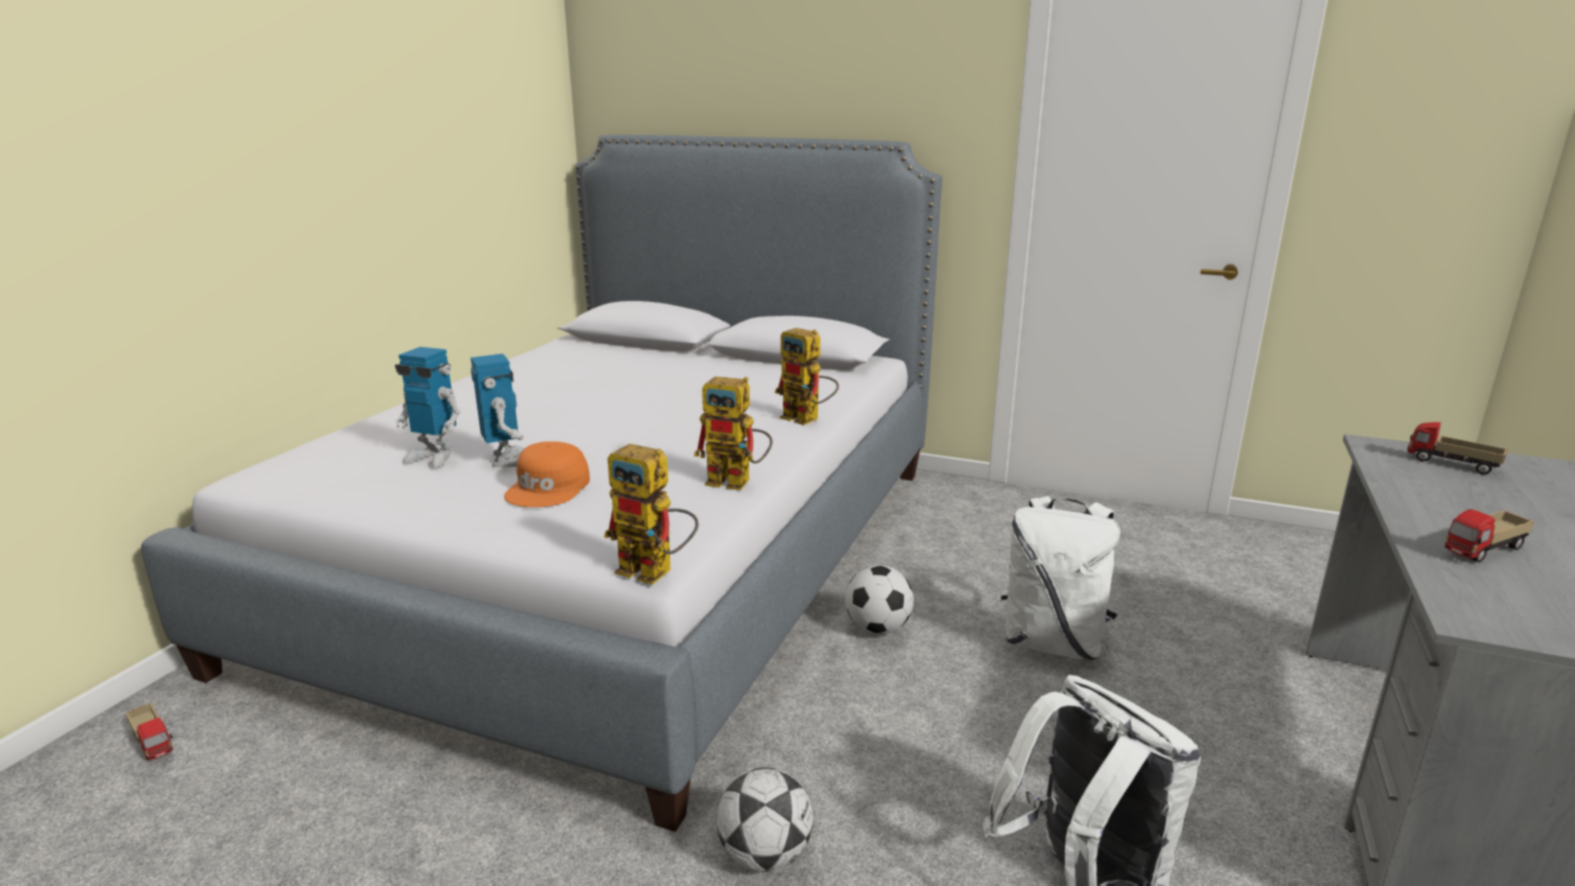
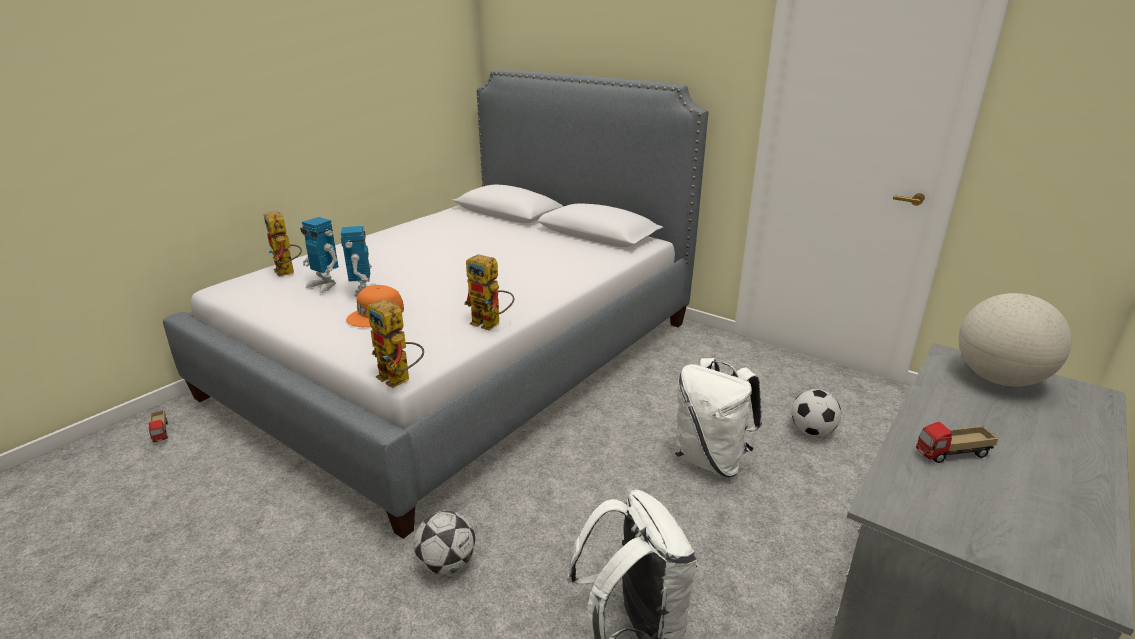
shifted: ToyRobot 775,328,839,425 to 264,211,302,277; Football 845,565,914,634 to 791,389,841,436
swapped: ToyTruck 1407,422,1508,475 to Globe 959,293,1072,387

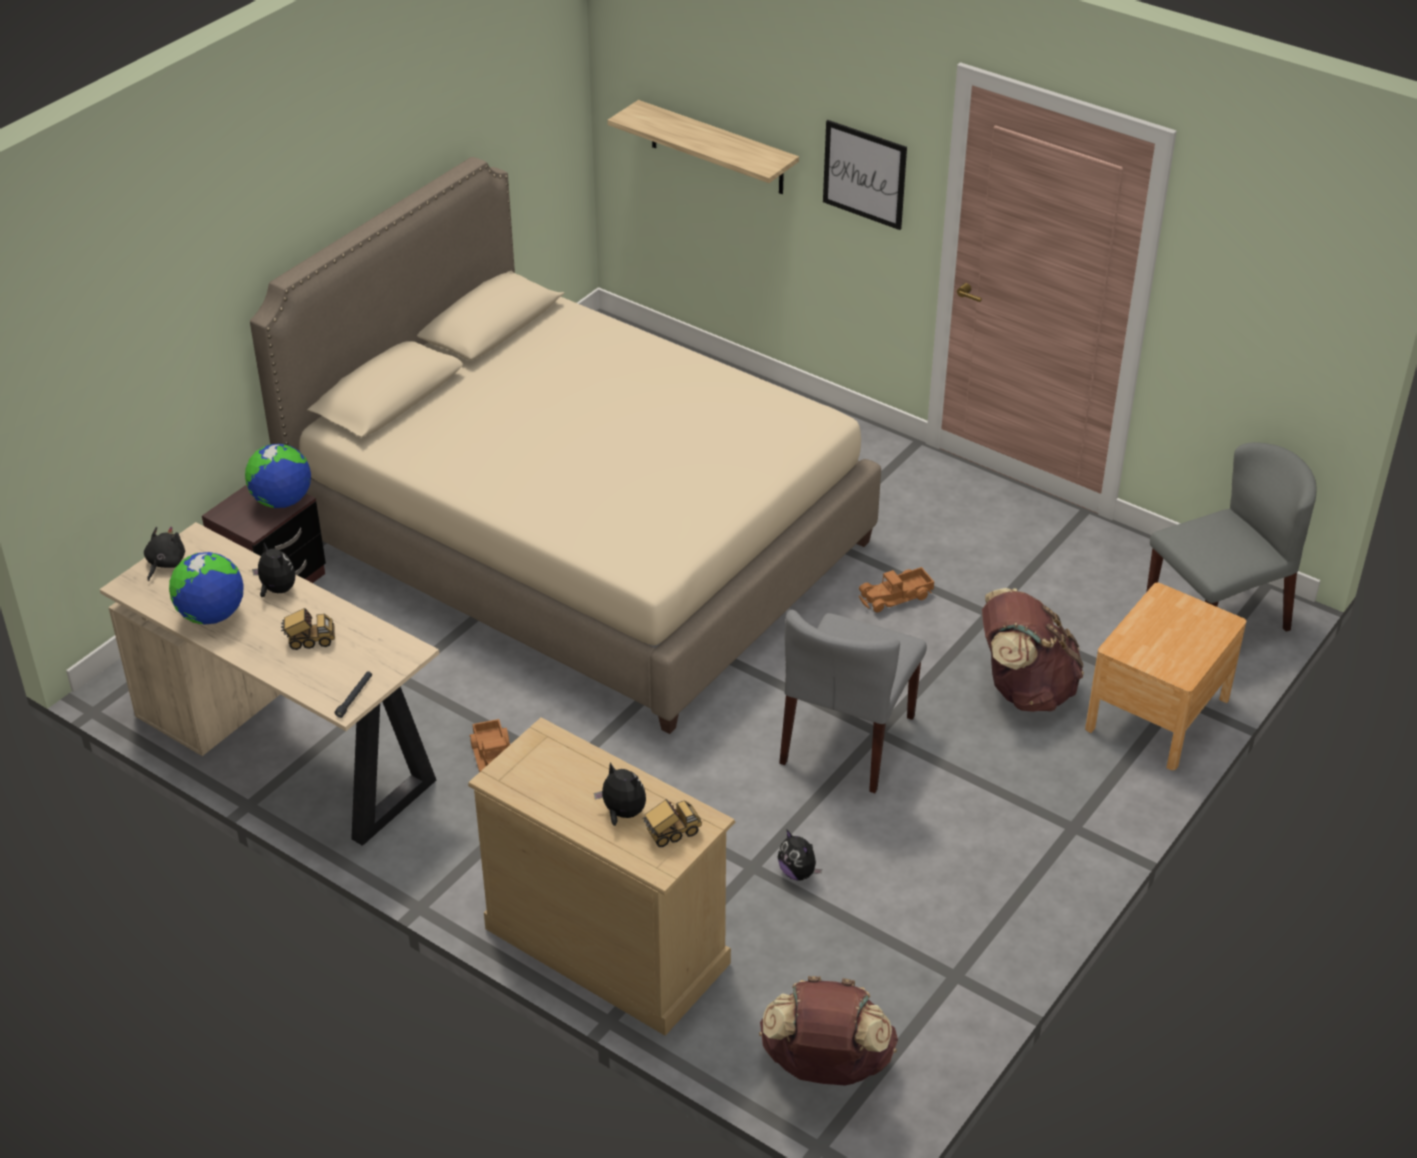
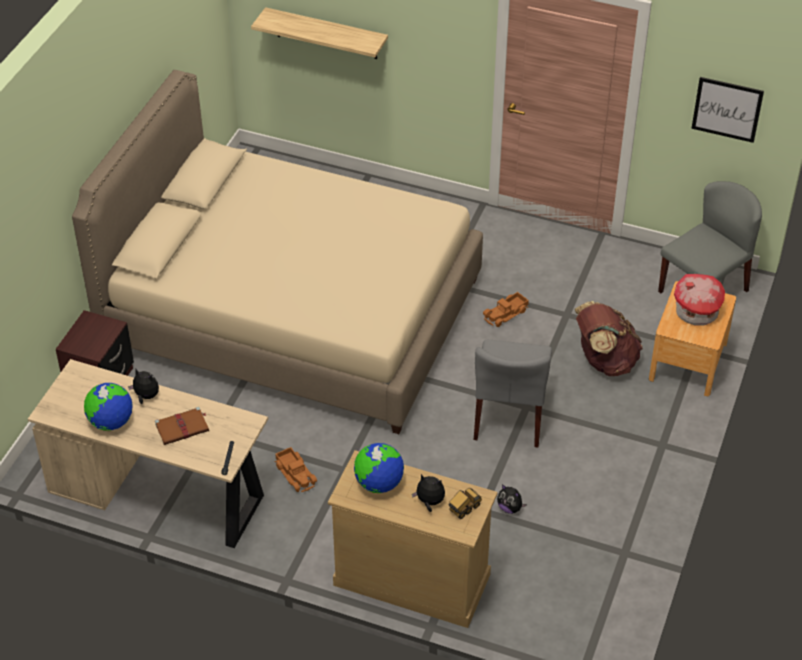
gone: BlackPlushToy 144,526,185,581; BrownBackpack 759,976,898,1086
new: ToyHouse 674,274,725,326
shifted: Globe 245,444,311,508 to 354,443,404,493; Picture 823,120,907,230 to 691,77,764,143
swapped: ToyTruck 281,608,335,650 to BrownBook 155,407,209,445

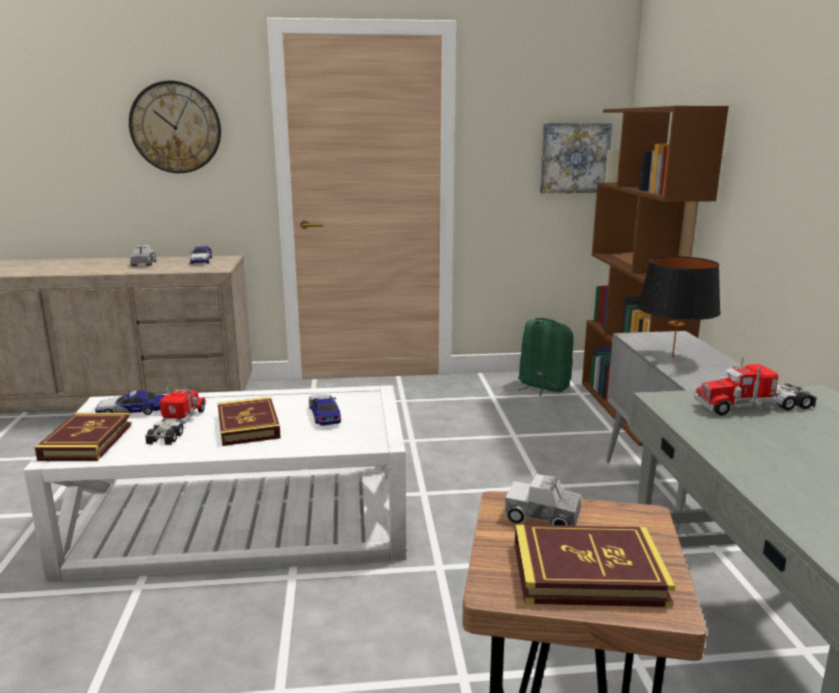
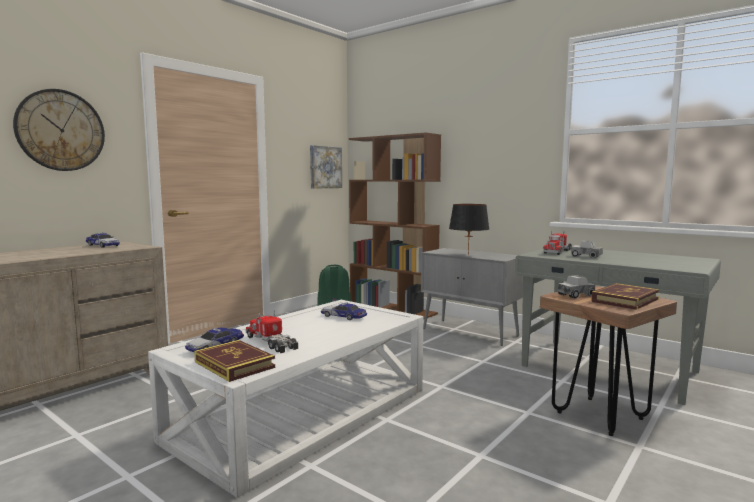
gone: Book 218,397,281,446
shifted: ToyTruck 130,245,156,266 to 571,240,603,258

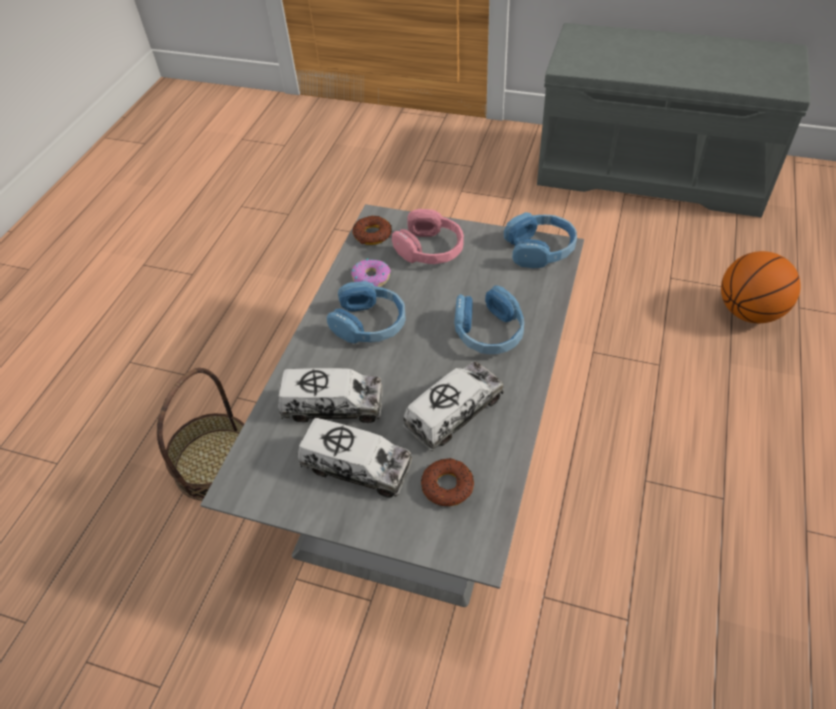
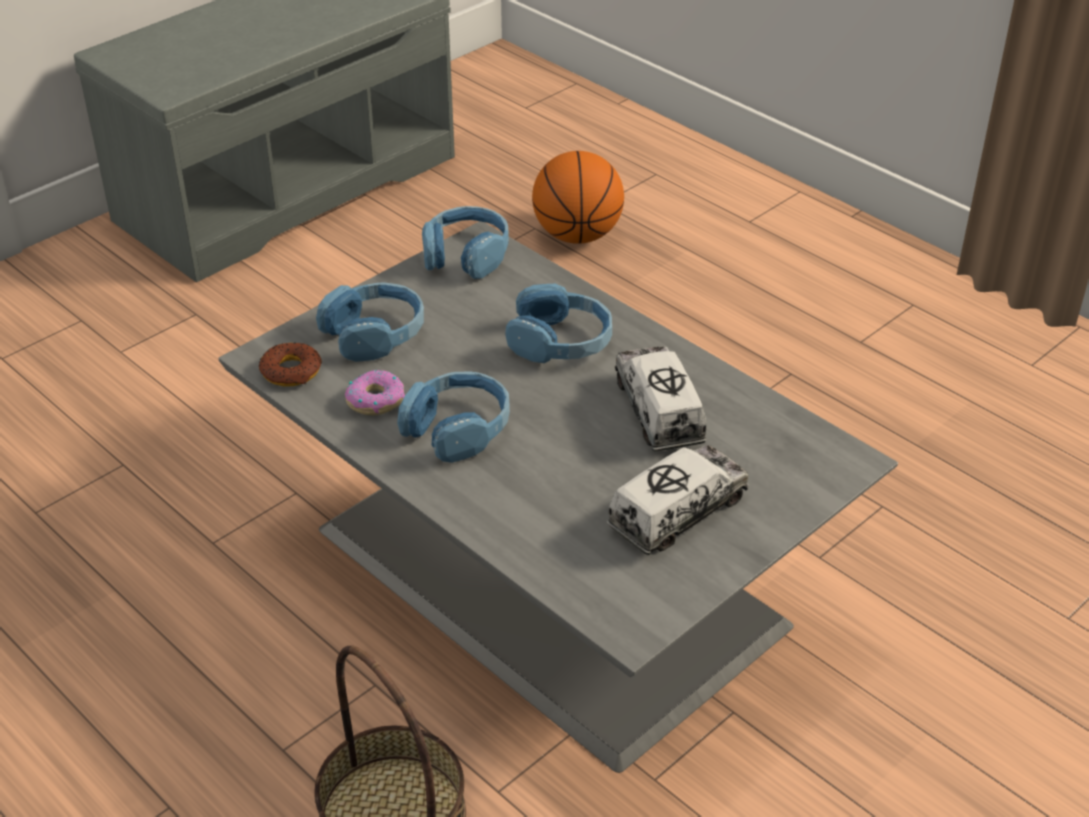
gone: ToyTruck 278,368,383,423; Donut 421,458,474,506
repainted: PinkHeadphones 392,209,464,264 to BlueHeadphones 316,282,424,362

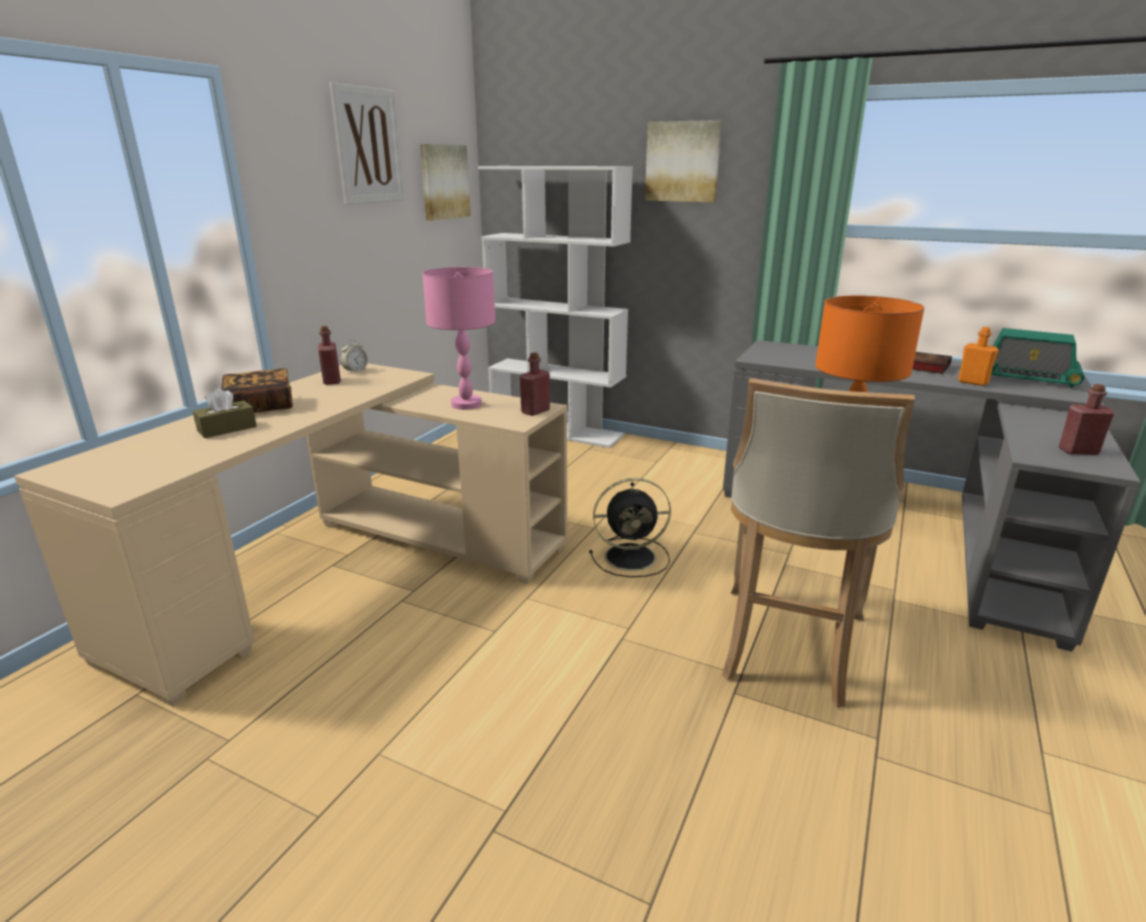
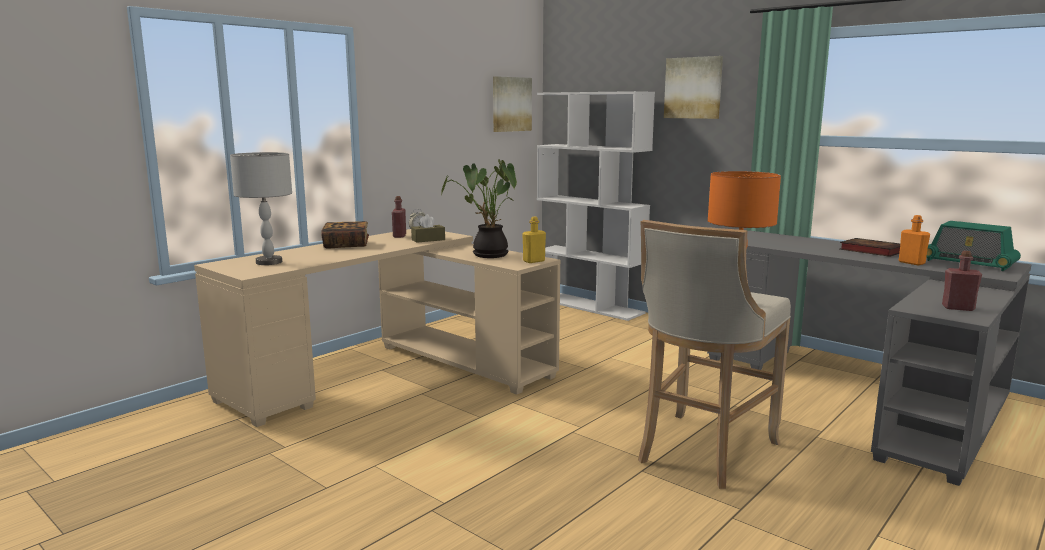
gone: Picture 329,82,404,205; BlackFan 589,478,671,577
new: GreyTableLamp 230,152,292,265
shifted: BrownTissueBox 193,388,257,438 to 411,214,445,243
swapped: PinkTableLamp 422,267,496,410 to PottedPlant 441,159,517,258
repainted: RedBottle 520,352,550,416 to YellowBottle 522,217,546,263

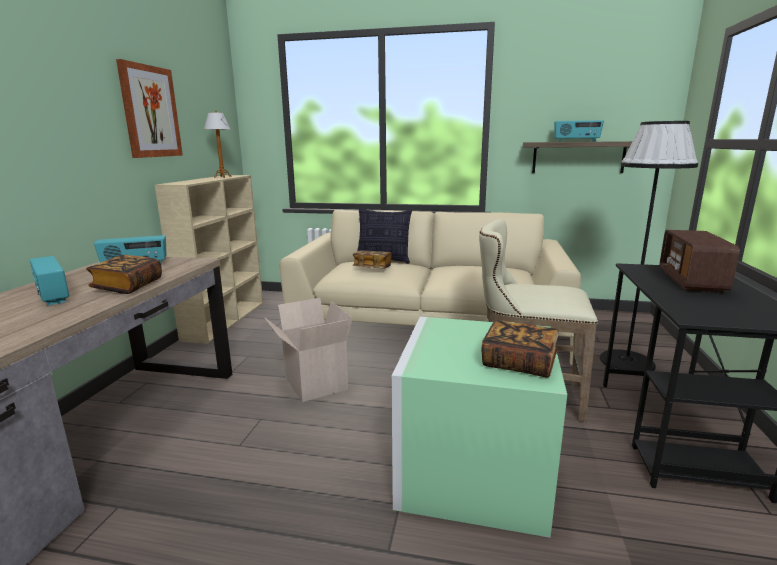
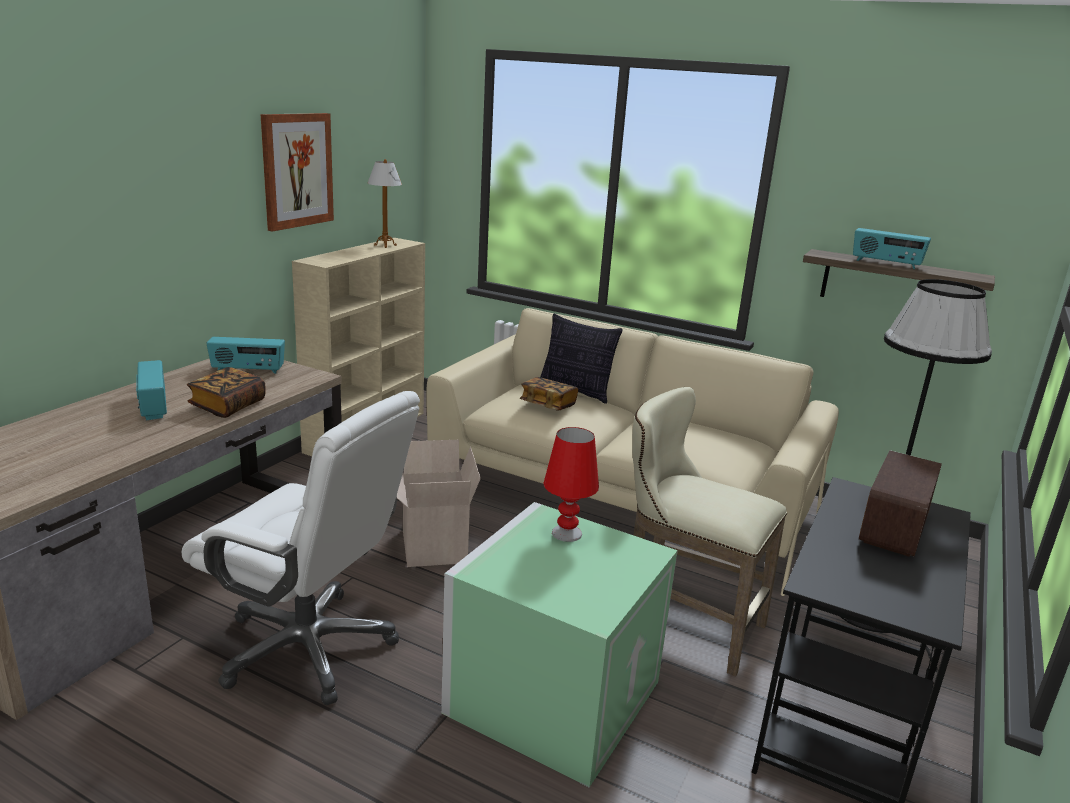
gone: Book 481,320,559,377
new: WhiteOfficeChair 181,391,420,705; RedTableLamp 543,427,599,542

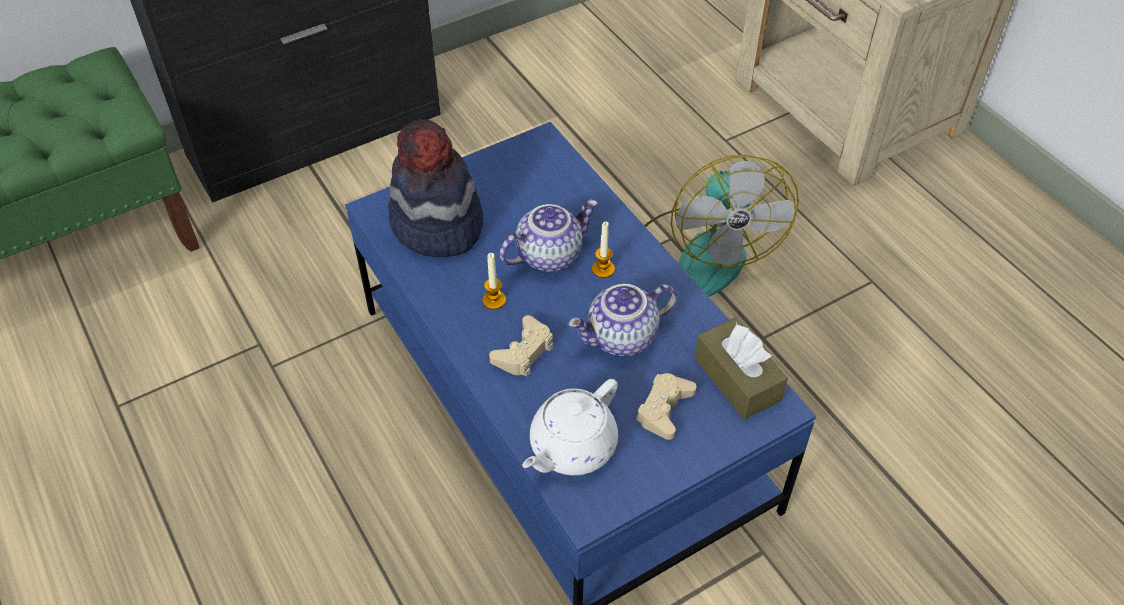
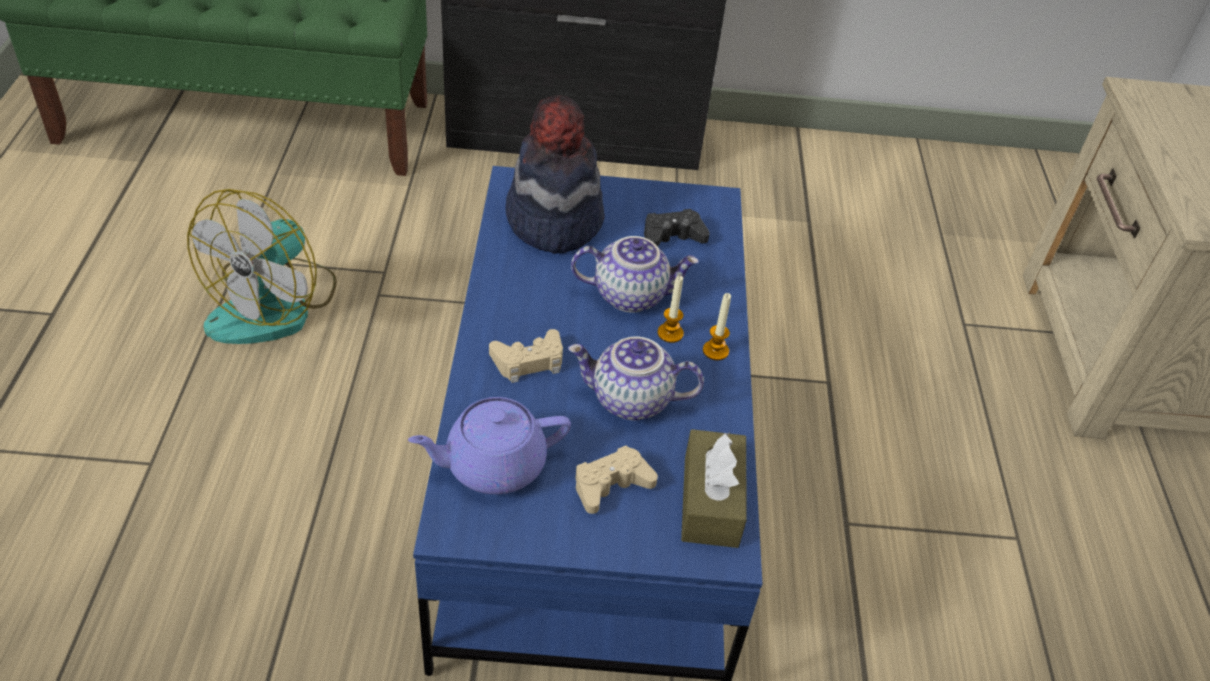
new: BlackGameController 644,209,710,247
shifted: Fan 644,155,799,297 to 187,189,337,344; Candle 482,253,506,309 to 703,293,731,361
repainted: WhiteTeapot 522,379,618,475 to PurpleTeapot 408,397,571,494

